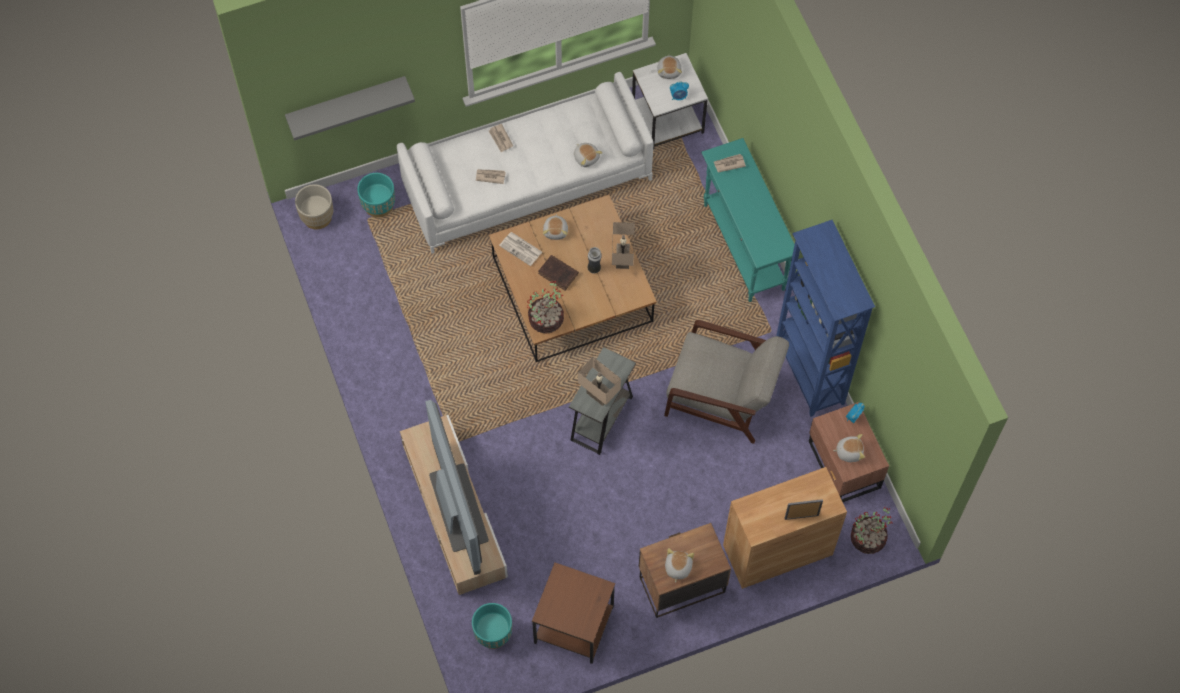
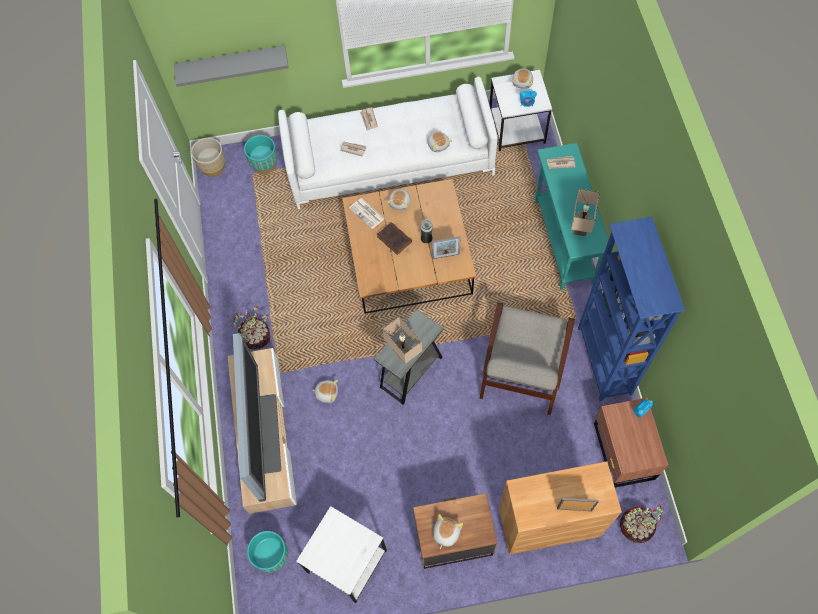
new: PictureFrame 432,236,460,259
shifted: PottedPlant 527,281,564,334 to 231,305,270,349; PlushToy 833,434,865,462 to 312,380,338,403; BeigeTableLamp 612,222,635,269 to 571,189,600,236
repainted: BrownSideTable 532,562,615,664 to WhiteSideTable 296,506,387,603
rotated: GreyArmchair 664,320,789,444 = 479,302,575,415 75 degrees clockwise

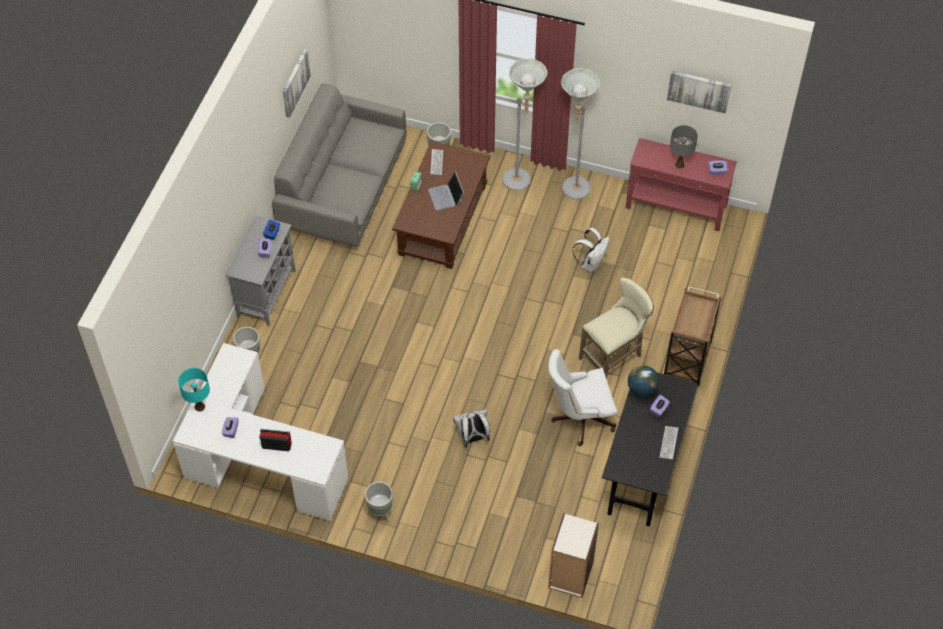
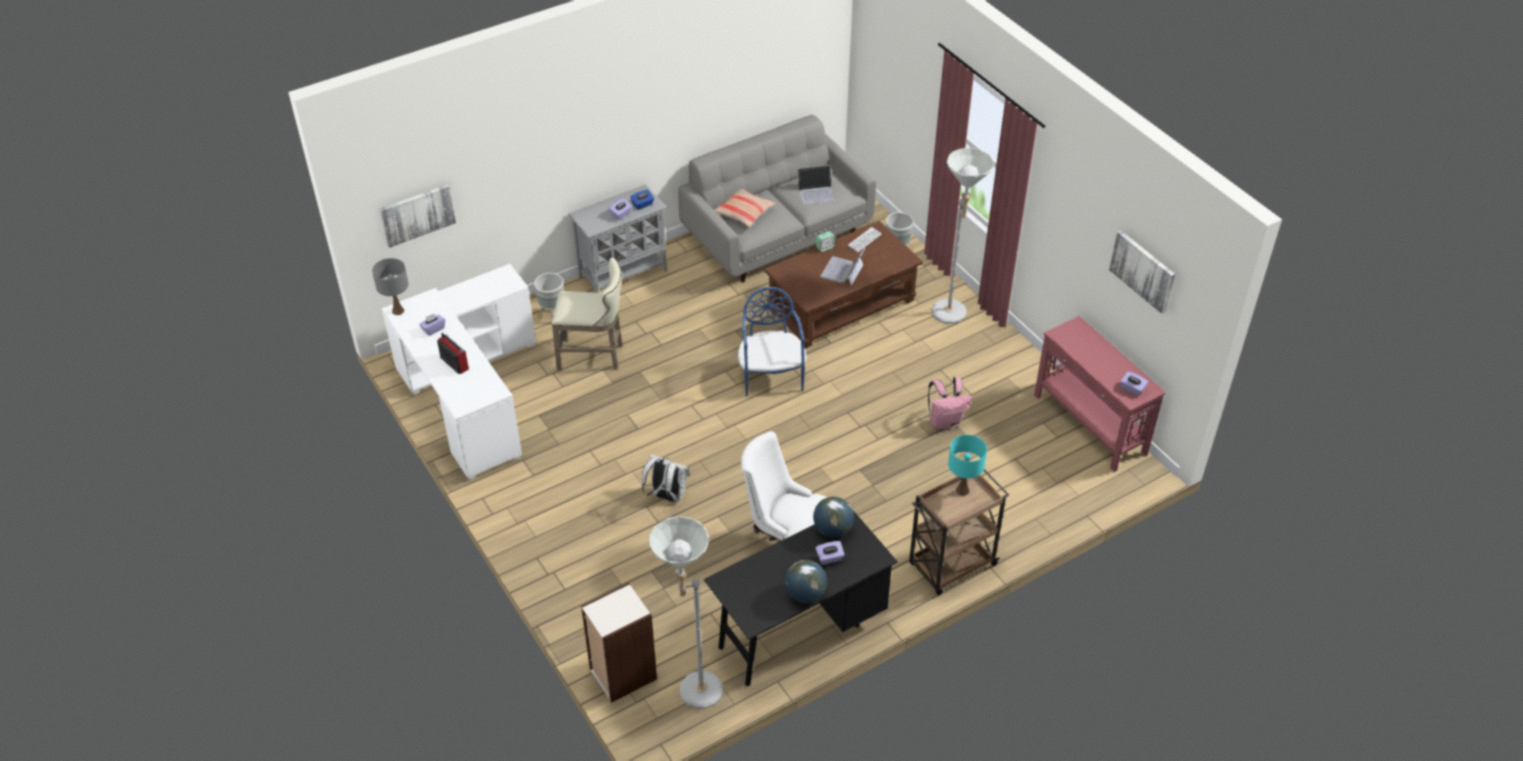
gone: GreyPlanter 365,482,393,524
new: Pillow 714,189,776,227; BlueChair 738,287,807,397; Laptop 798,165,836,205
shifted: GreyTableLamp 670,125,698,169 to 372,258,409,315; Picture 283,49,311,118 to 380,184,456,248; BeigeStool 579,277,654,379 to 552,258,622,370; GreyFloorLamp 561,68,600,199 to 649,516,723,709; TurquoiseTableLamp 178,368,210,412 to 948,435,987,496
swapped: Keyboard 660,426,678,460 to Globe 785,560,827,603
repainted: WhiteBackpack 572,228,610,273 to PinkBackpack 928,376,972,429

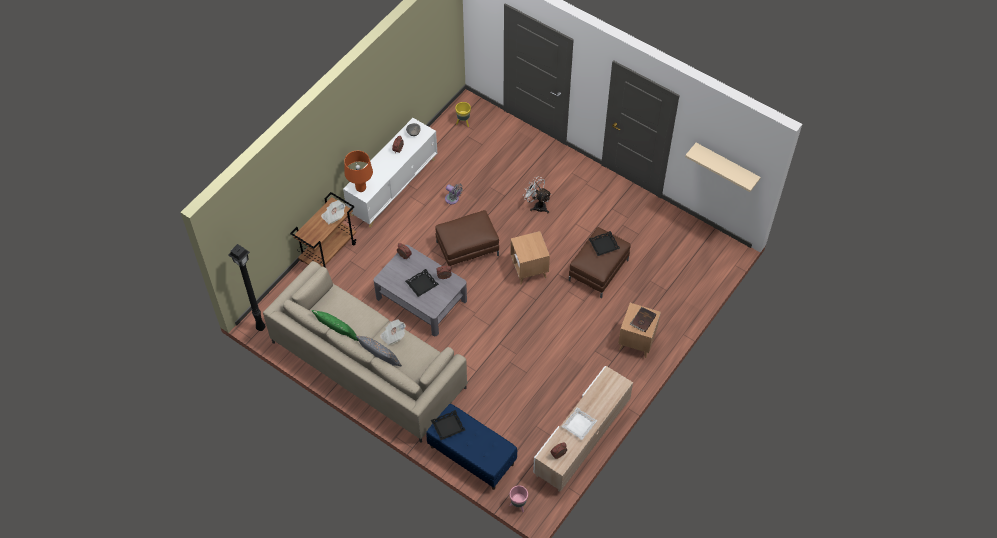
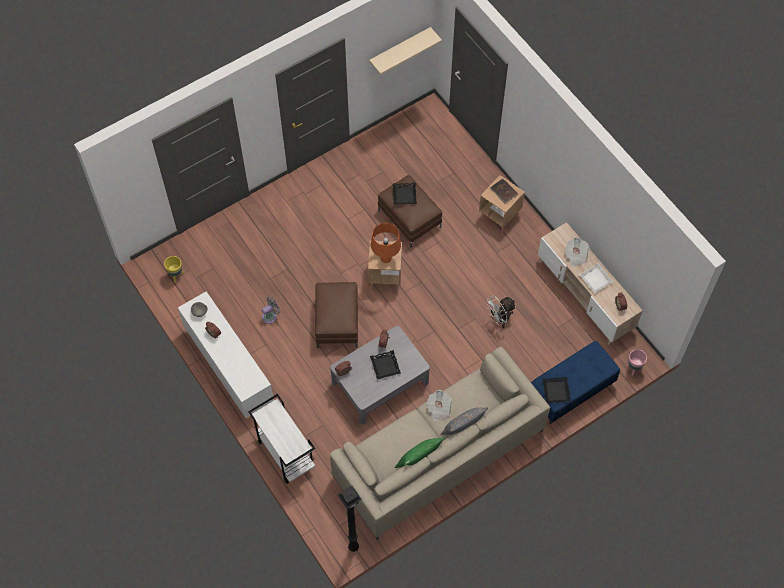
shifted: OrangeTableLamp 344,151,373,192 to 371,223,401,263; WhiteFan 524,176,552,214 to 485,296,516,328; Newspaper 321,200,346,225 to 564,237,589,267
repainted: BrownCart 290,192,356,268 to WhiteCart 248,394,315,484

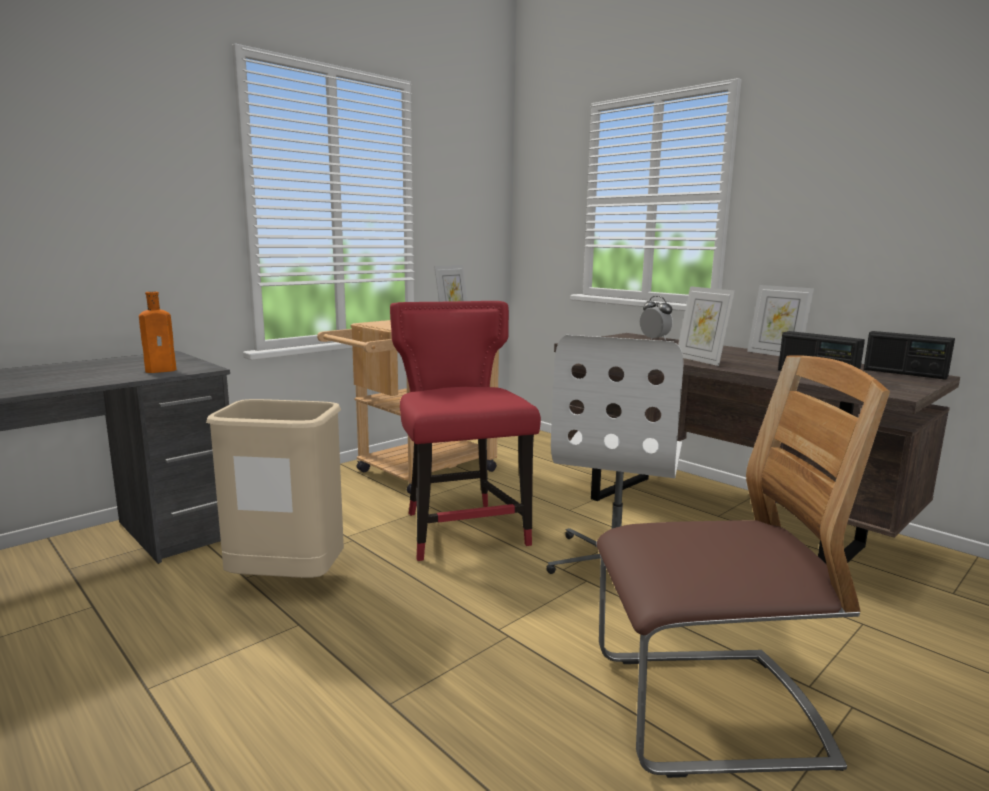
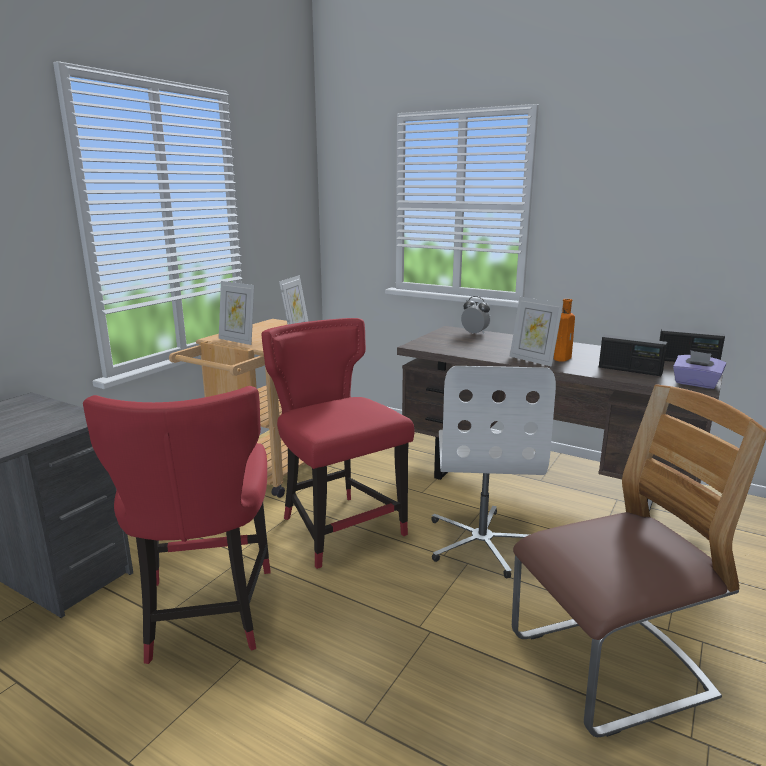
new: PurpleTissueBox 673,350,726,389
shifted: PictureFrame 747,285,814,356 to 219,281,254,345; OrangeBottle 139,292,176,373 to 554,299,575,361
swapped: BeigeTrashCan 206,399,344,578 to RedChair 83,386,270,664

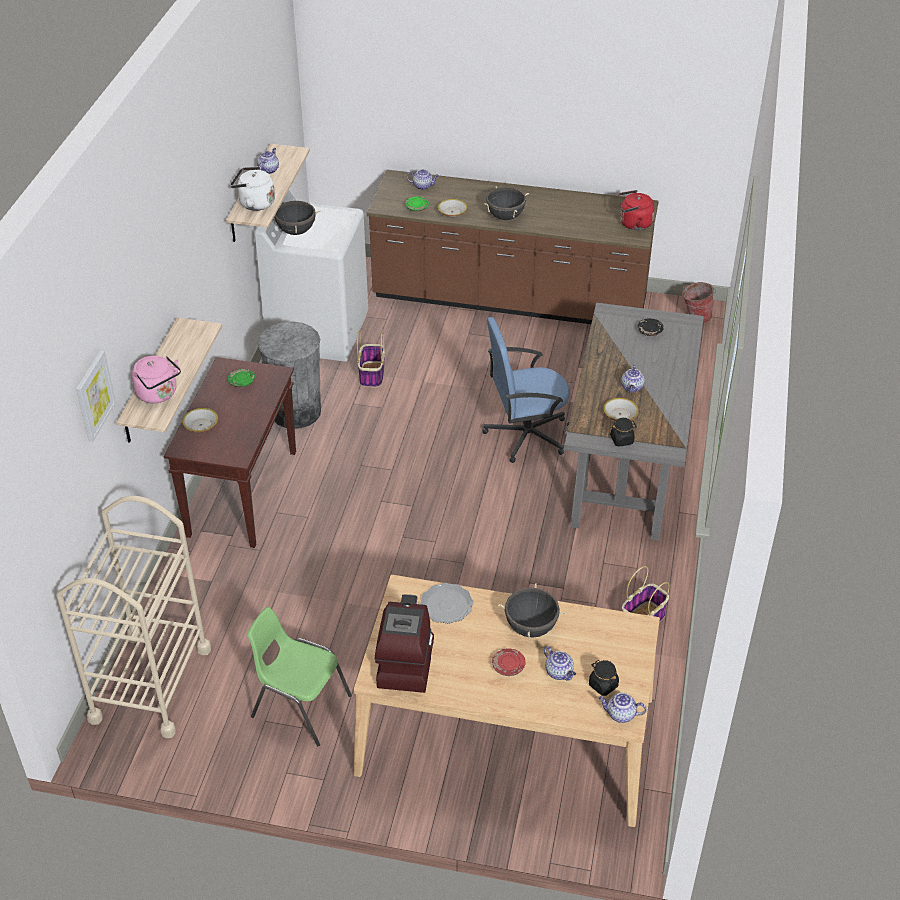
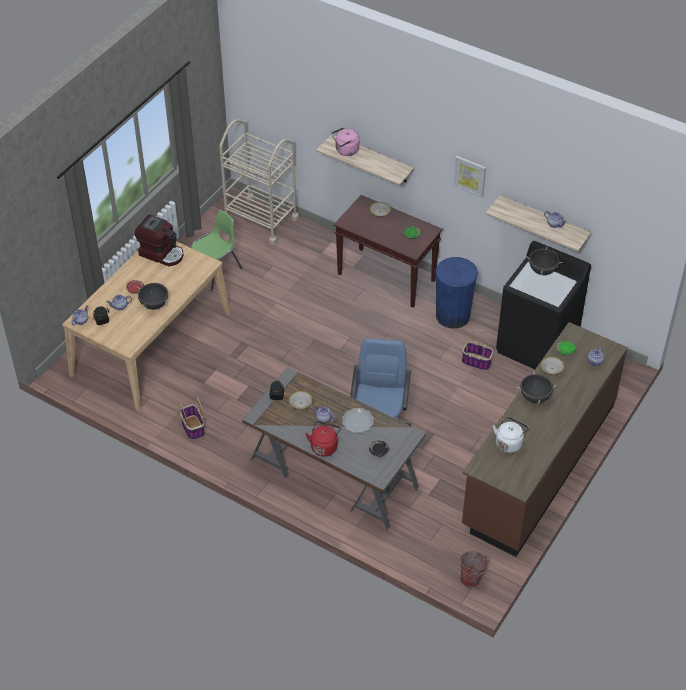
shifted: RedKettle 618,190,655,230 to 305,421,340,457; Plate 420,583,474,624 to 342,408,374,433; Picture 76,350,116,442 to 453,156,486,197; WhiteKettle 230,167,275,211 to 493,416,529,453
repainted: GreyTrashCan 258,321,321,429 to BlueTrashCan 435,257,478,329; WhiteWashingMachine 254,189,368,361 to BlackWashingMachine 496,241,591,369

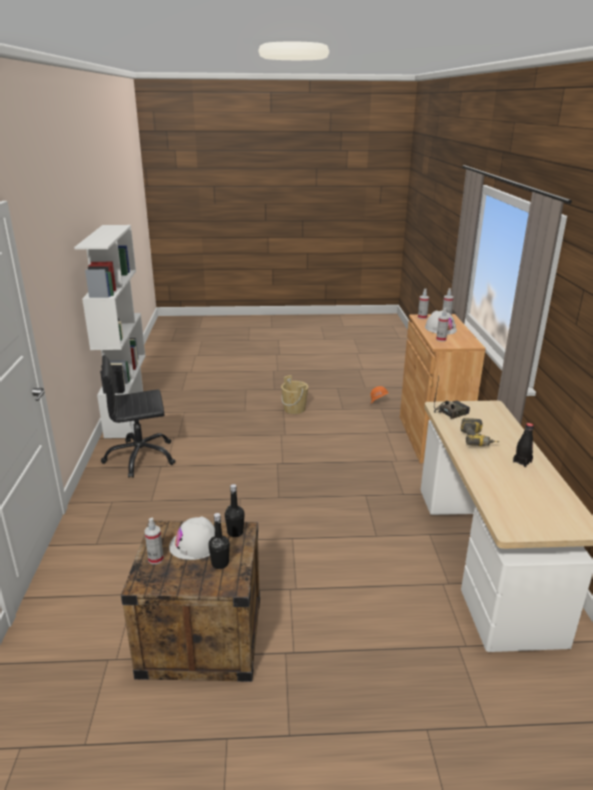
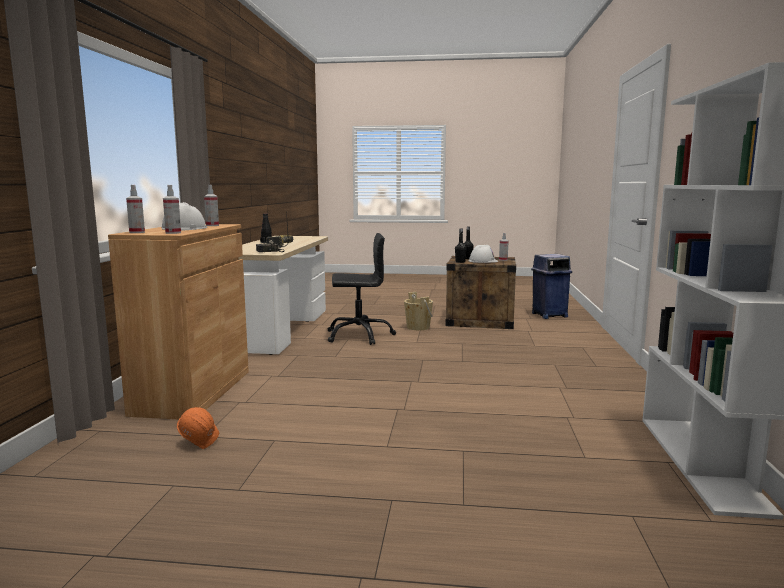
new: BlueTrashCan 531,254,572,319
shifted: BlackOfficeChair 101,355,175,478 to 328,233,396,345; BeigeBucket 281,375,308,414 to 404,292,433,330

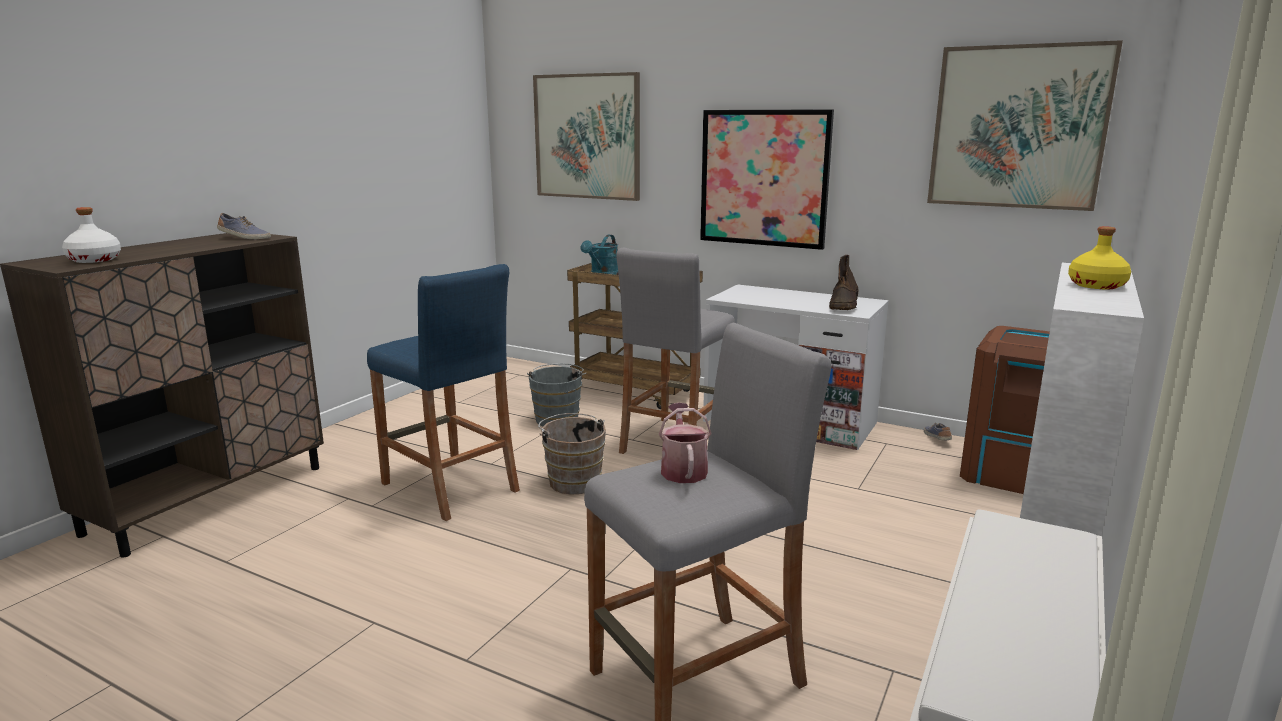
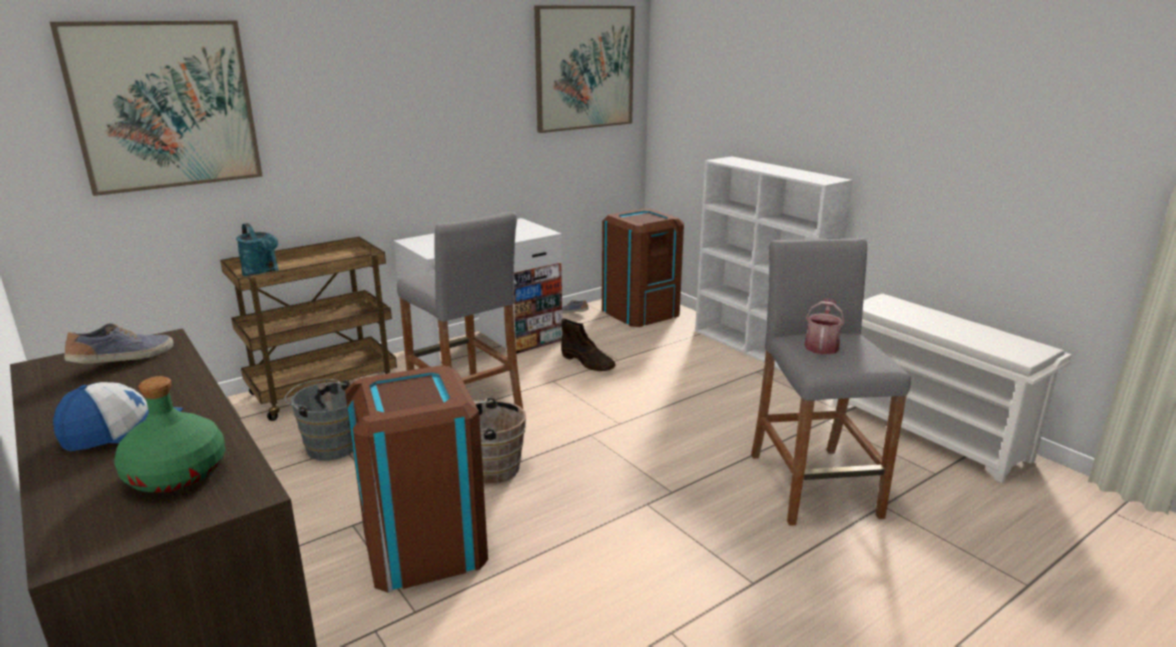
gone: Picture 700,109,834,250; YellowBottle 1068,226,1131,289
new: Cap 53,382,183,451
shifted: BrownBoot 829,255,859,310 to 561,319,615,371
swapped: BlueStool 367,264,520,521 to BrownTrashCan 345,365,488,593
repainted: WhiteBottle 62,207,121,263 to GreenBottle 114,376,225,492
rotated: WateringCan 659,403,712,483 = 805,299,845,355 90 degrees clockwise

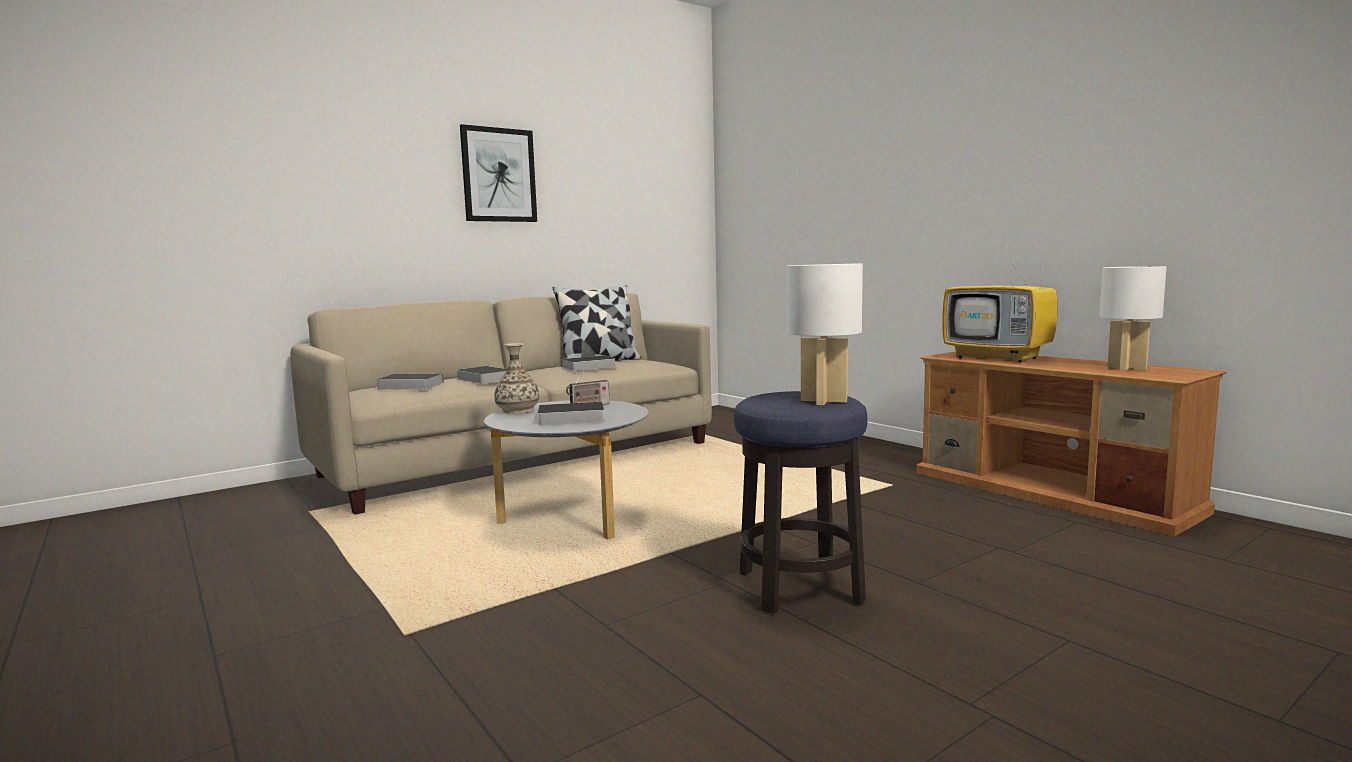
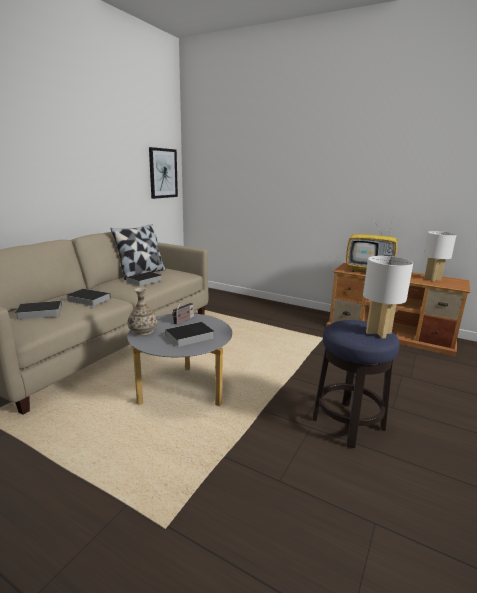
shifted: Picture 460,124,537,222 to 149,147,178,199

